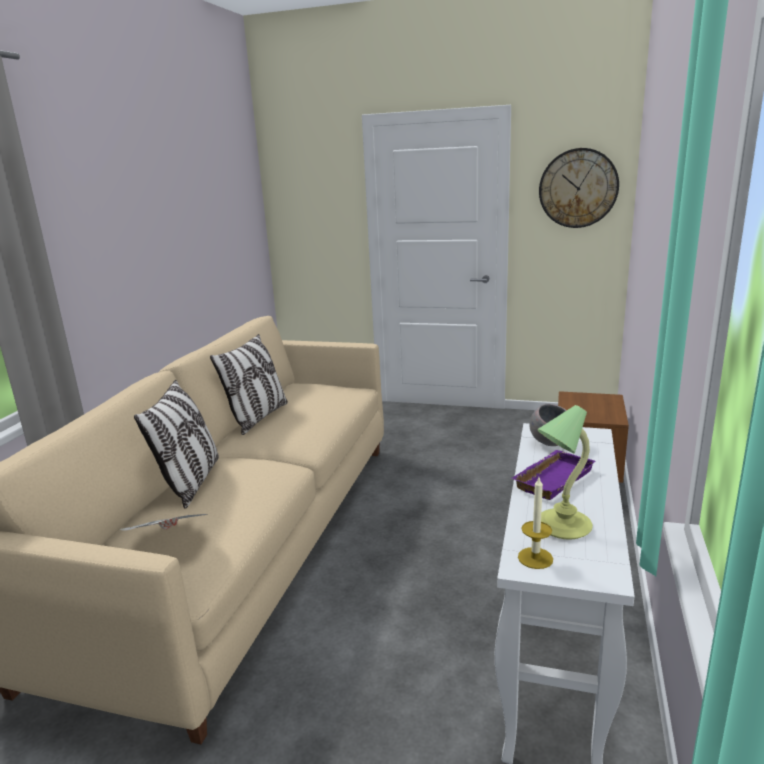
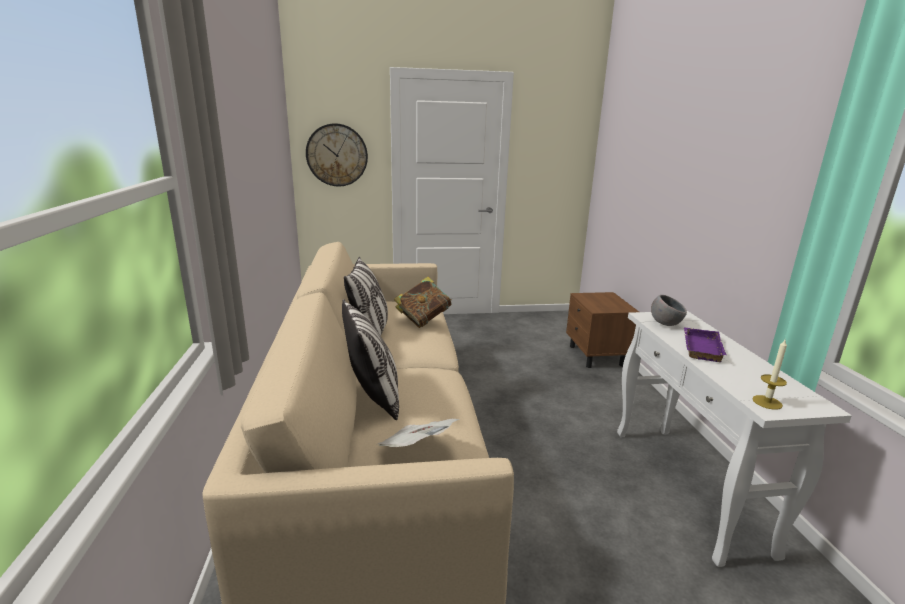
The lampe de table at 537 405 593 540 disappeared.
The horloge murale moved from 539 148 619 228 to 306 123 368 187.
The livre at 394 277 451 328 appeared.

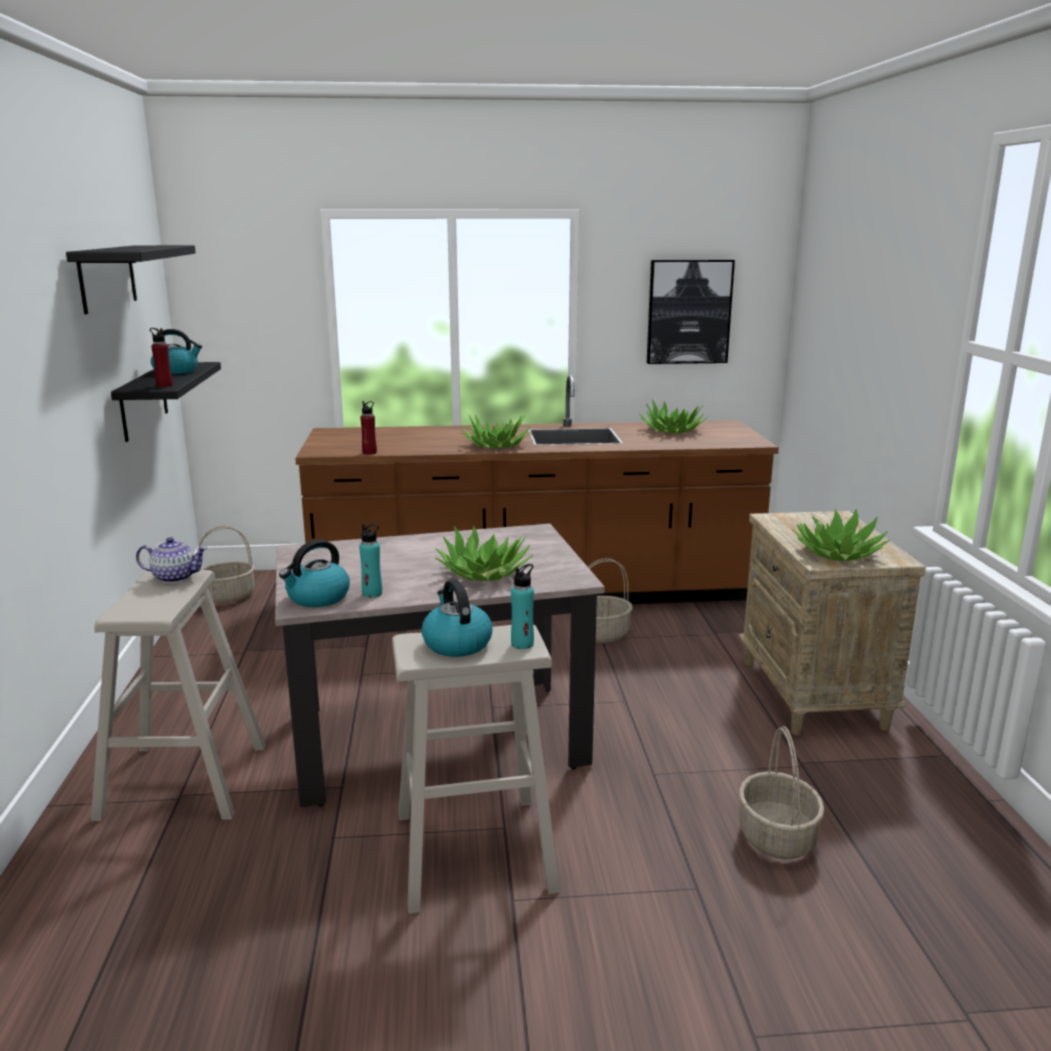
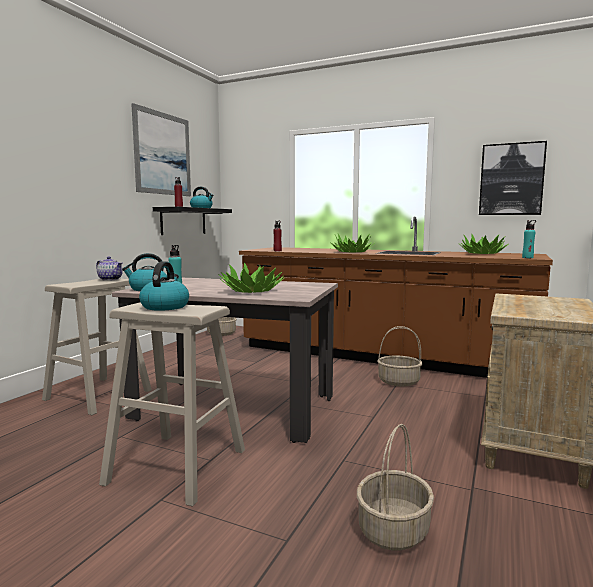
The étagère (noir) at 66 245 196 314 was replaced by the tableau at 131 103 191 196.
The bouteille (turquoise) moved from 511 564 534 649 to 522 220 536 258.
The plante en pot at 792 509 890 562 disappeared.

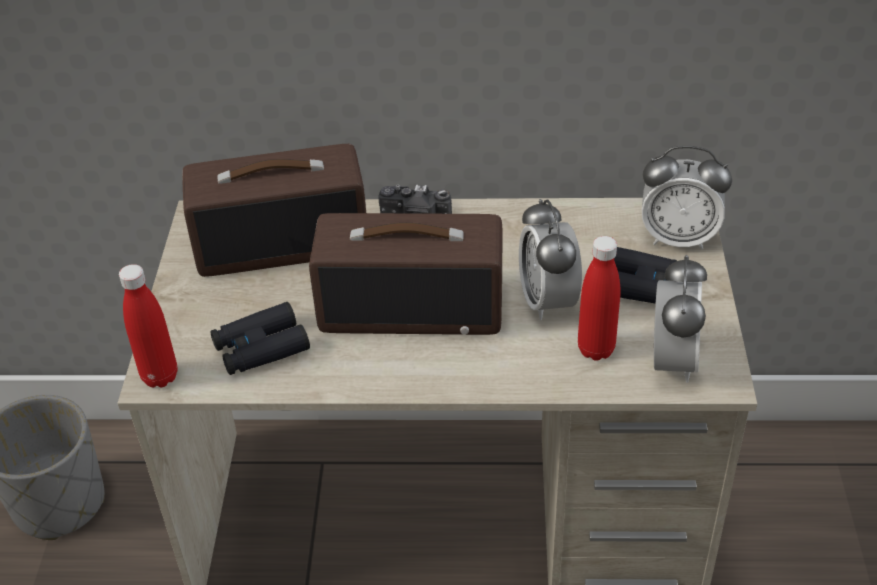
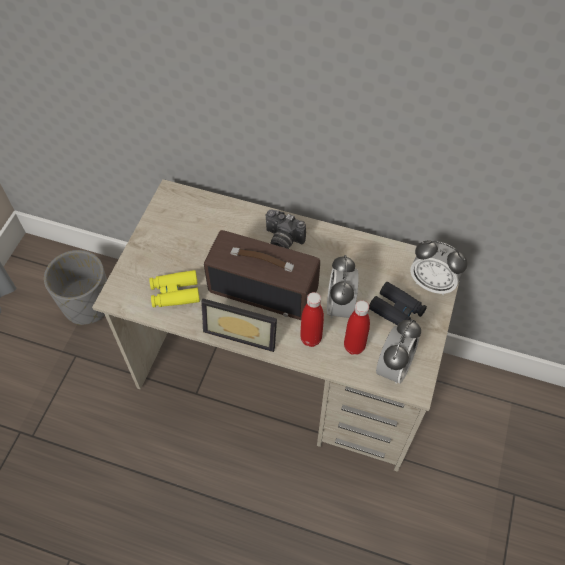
The bouteille (rouge) moved from 119 264 178 388 to 300 292 324 347.
The radio at 182 144 366 277 disappeared.
The jumelles (noir) at 210 302 310 375 became the jumelles (jaune) at 150 270 200 308.
The cadre photo at 201 298 277 352 appeared.

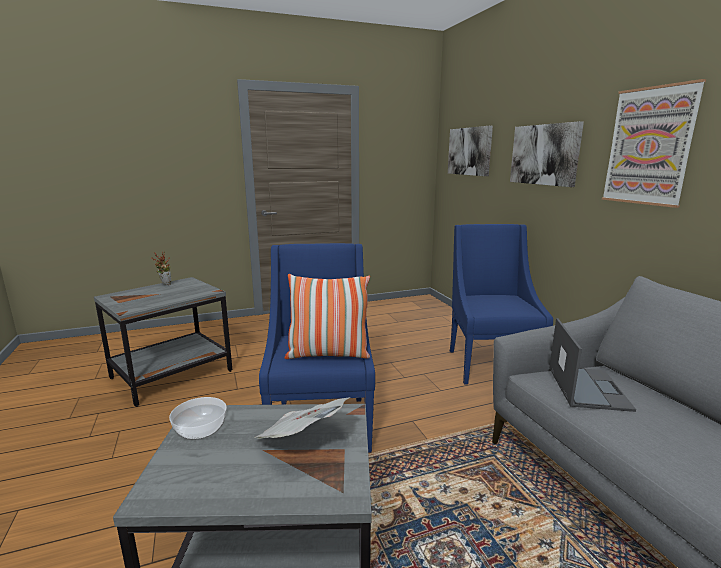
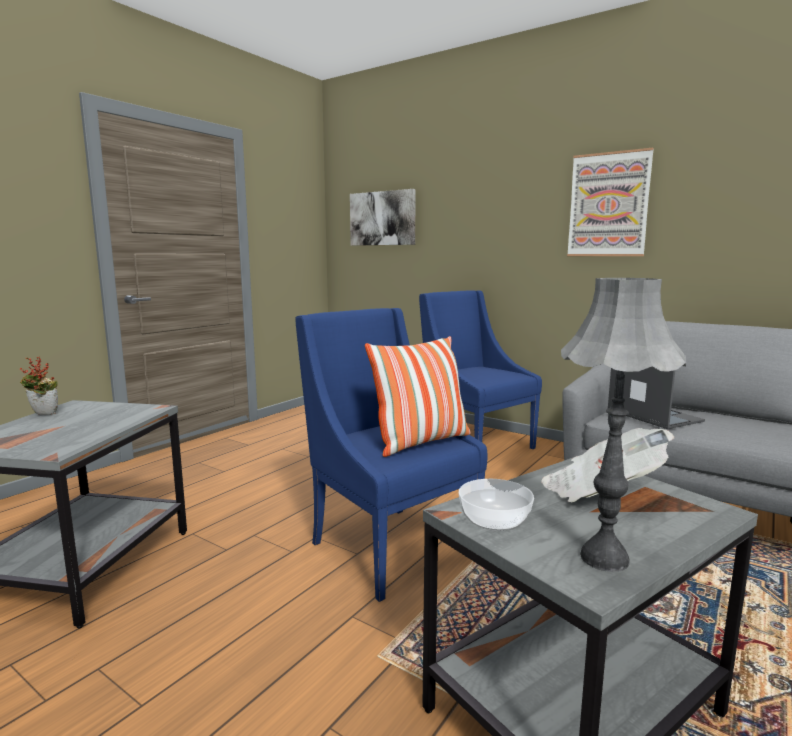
The tableau at 510 121 584 187 disappeared.
The lampe de table (gris) at 561 278 686 572 appeared.

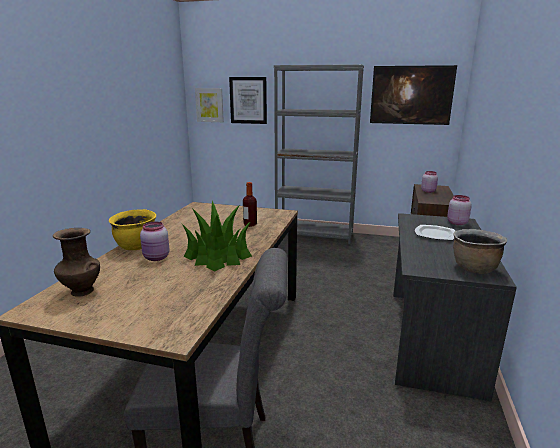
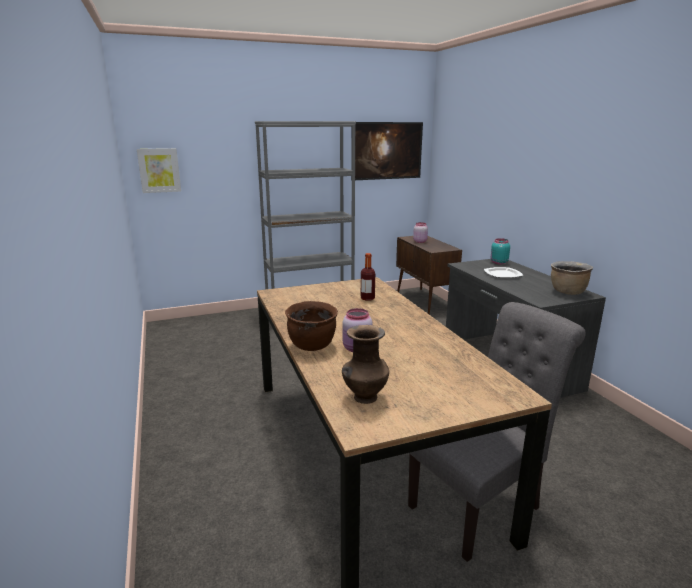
The marmite (jaune) at 109 209 156 250 became the marmite (marron) at 285 301 338 351.
The plante en pot at 182 201 252 272 disappeared.
The tableau at 229 77 267 124 disappeared.
The bocal (rose) at 447 195 472 225 became the bocal (turquoise) at 491 238 510 264.

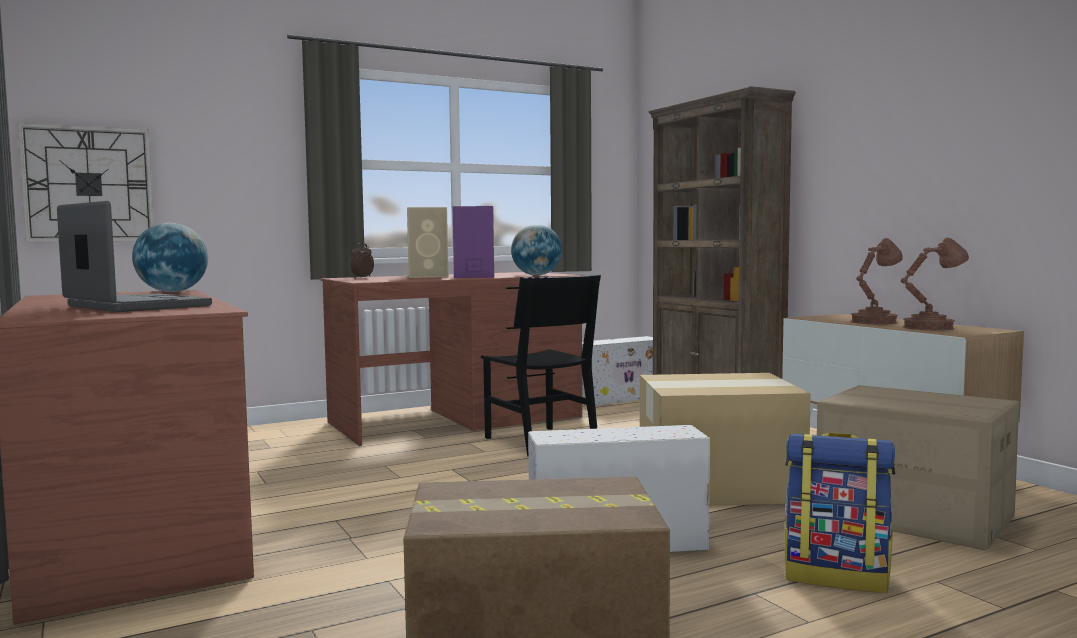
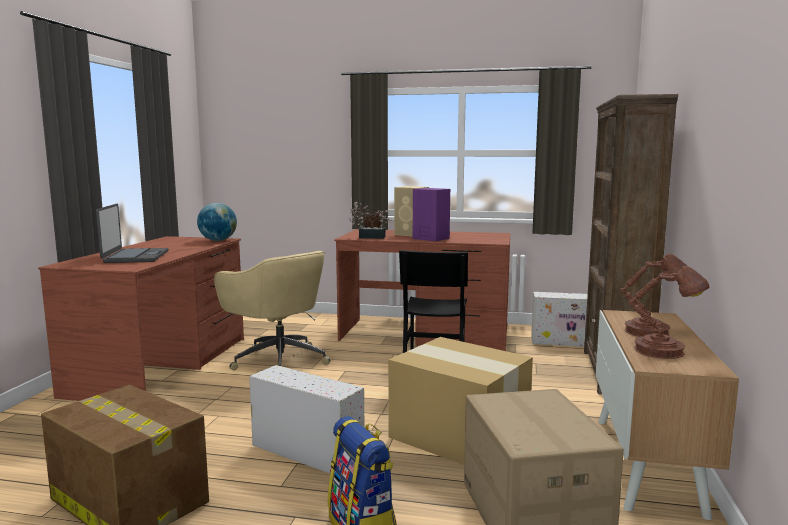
The horloge murale at 17 123 154 242 disappeared.
The globe at 511 224 562 275 disappeared.
The chaise de bureau (beige) at 214 251 331 371 appeared.
The plante en pot at 349 201 392 239 appeared.

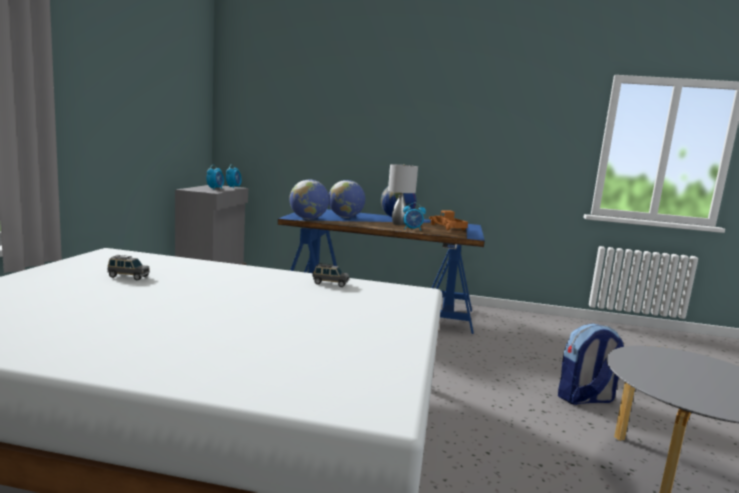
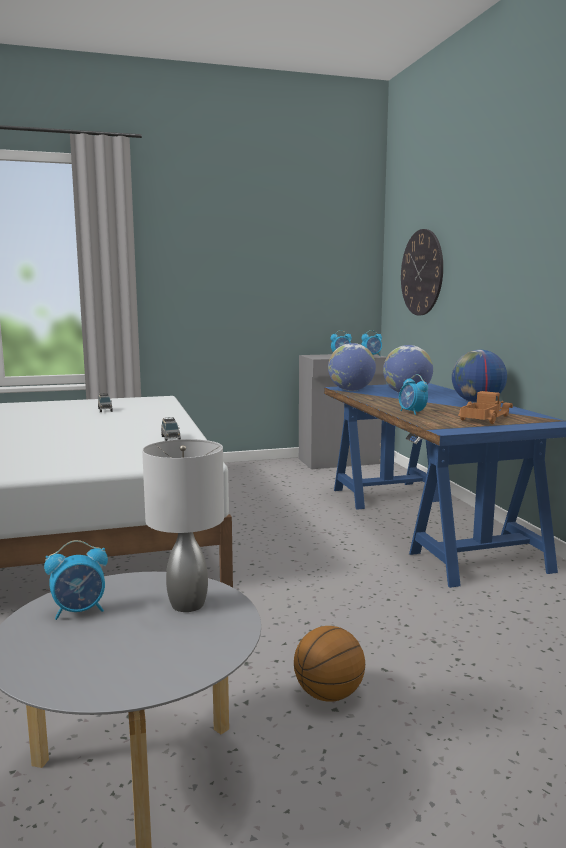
The lampe de table (gris) moved from 388 164 418 225 to 142 439 224 612.
The sac à dos at 558 323 624 405 was replaced by the ballon de basket at 294 626 365 702.
The réveil at 44 540 108 620 appeared.
The horloge murale at 401 229 443 315 appeared.

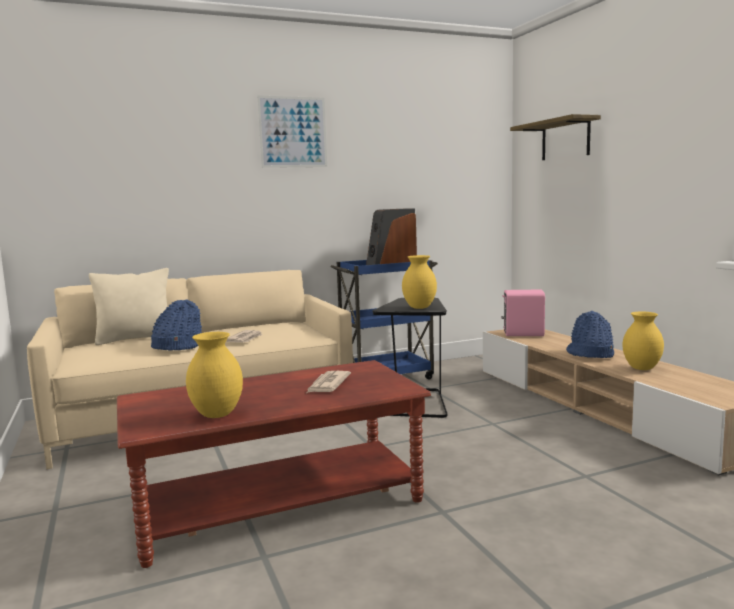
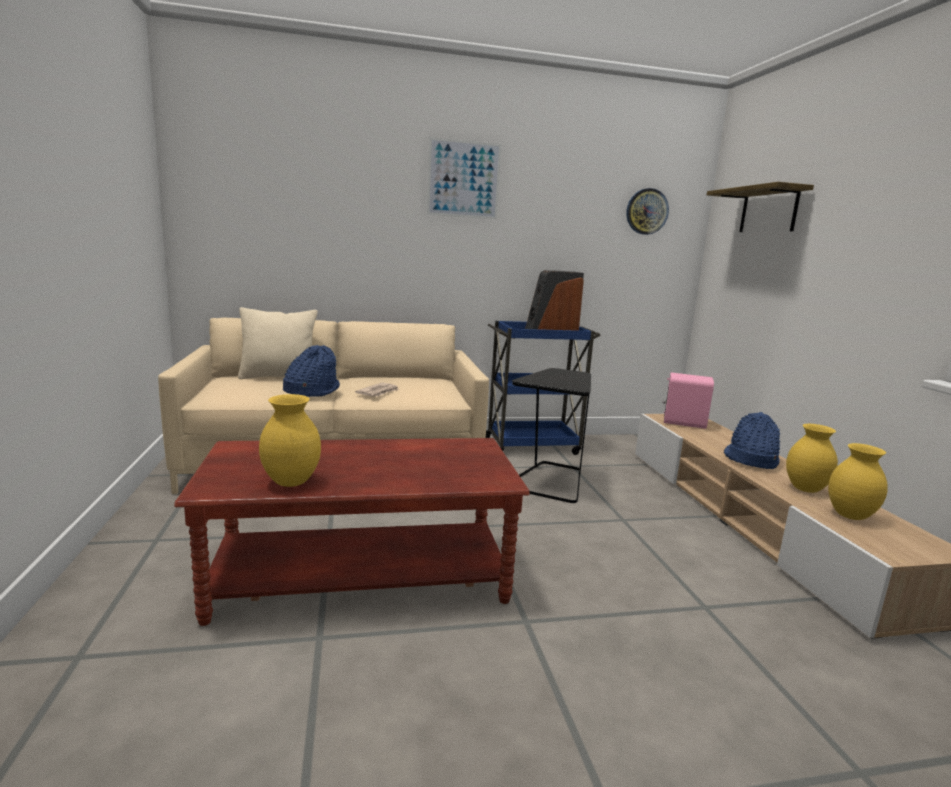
The journal at 307 371 351 393 disappeared.
The vase (jaune) moved from 402 255 437 309 to 828 443 888 520.
The horloge murale at 626 188 669 235 appeared.

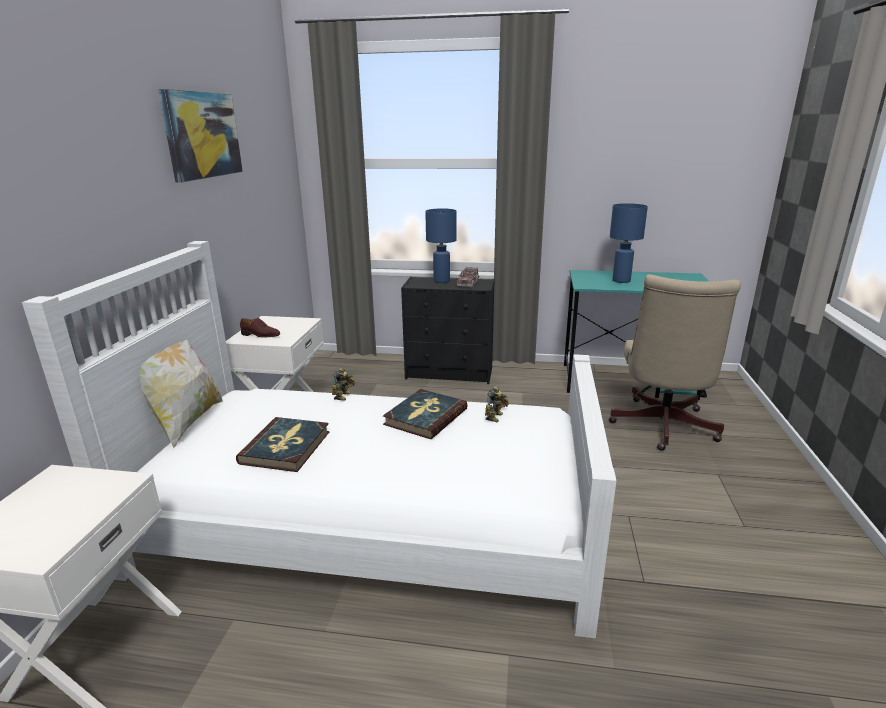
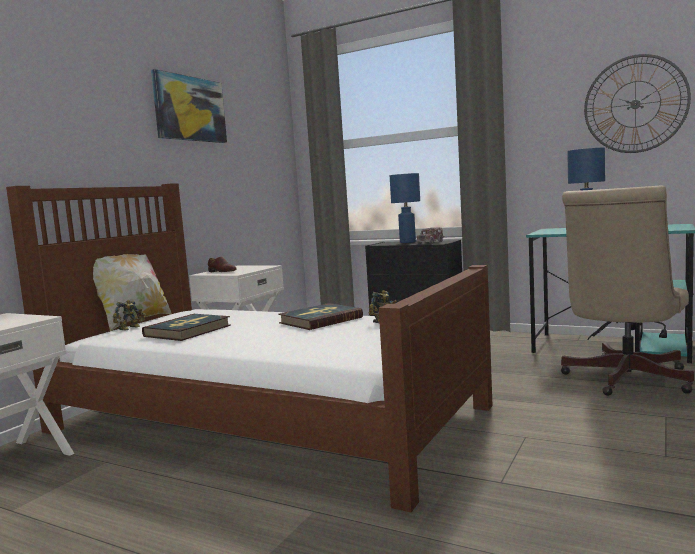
The lit (blanc) at 22 241 616 638 became the lit (marron) at 6 183 493 512.
The robot jouet moved from 332 367 356 401 to 113 300 146 330.
The horloge murale at 584 54 691 153 appeared.

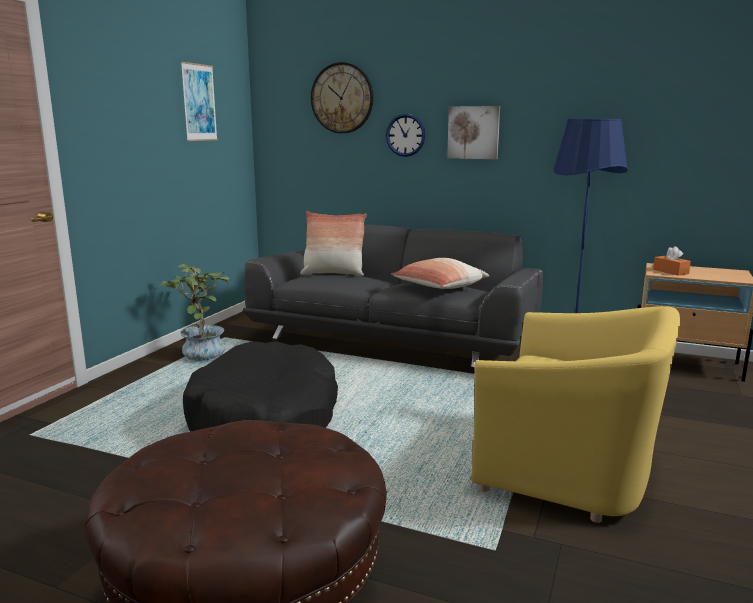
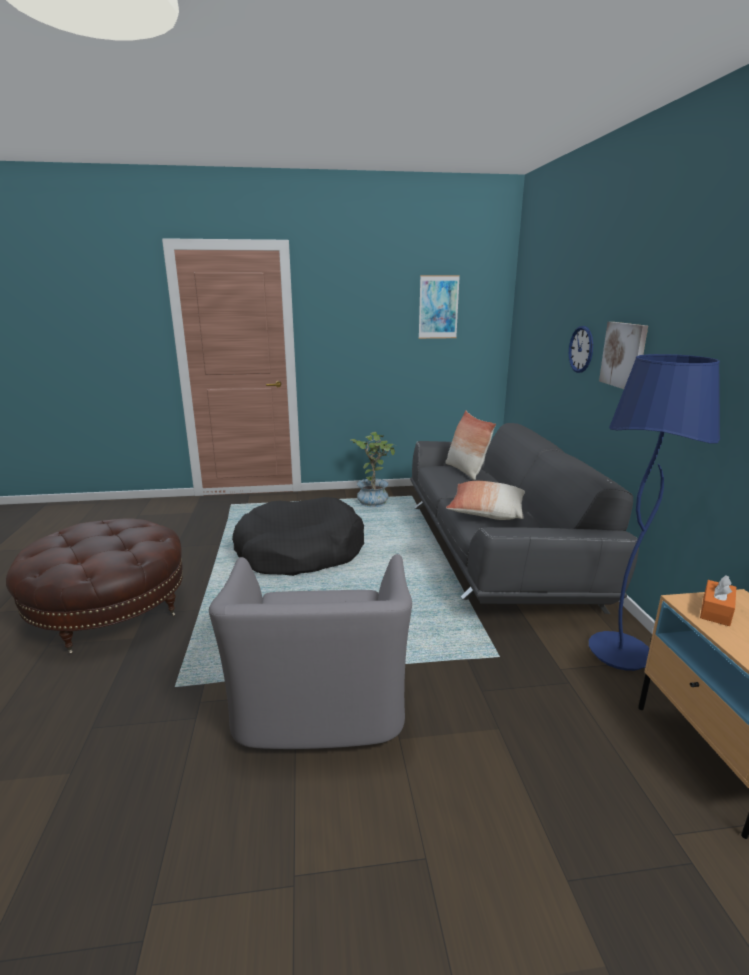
The horloge murale at 311 62 374 133 disappeared.
The fauteuil (jaune) at 471 306 680 523 became the fauteuil (gris) at 209 554 412 749.

